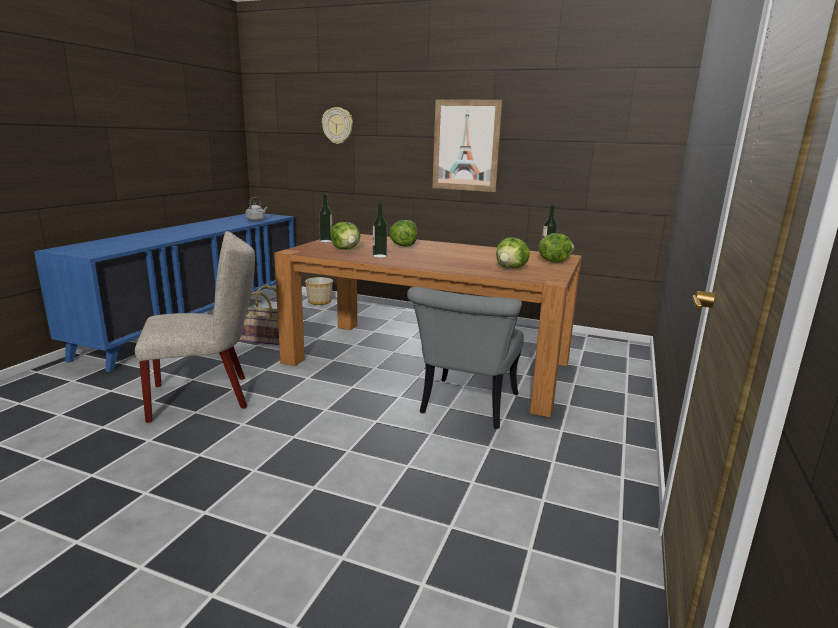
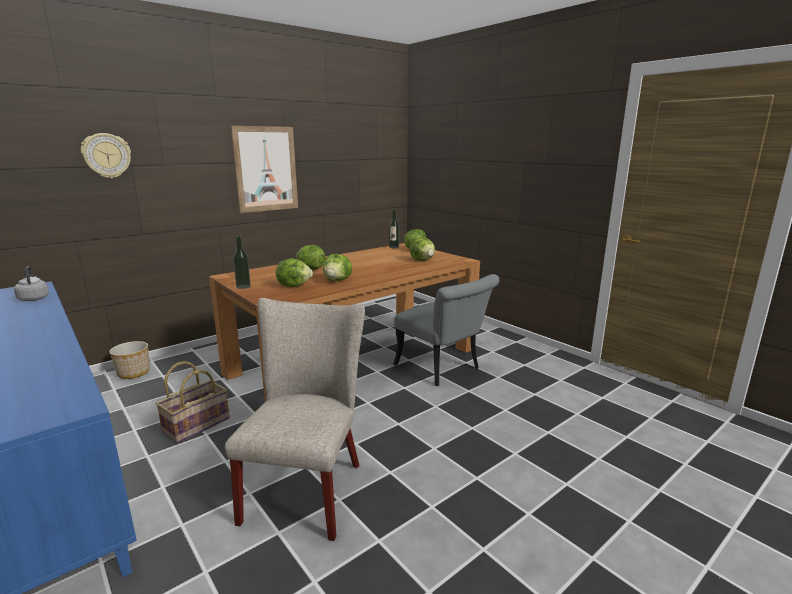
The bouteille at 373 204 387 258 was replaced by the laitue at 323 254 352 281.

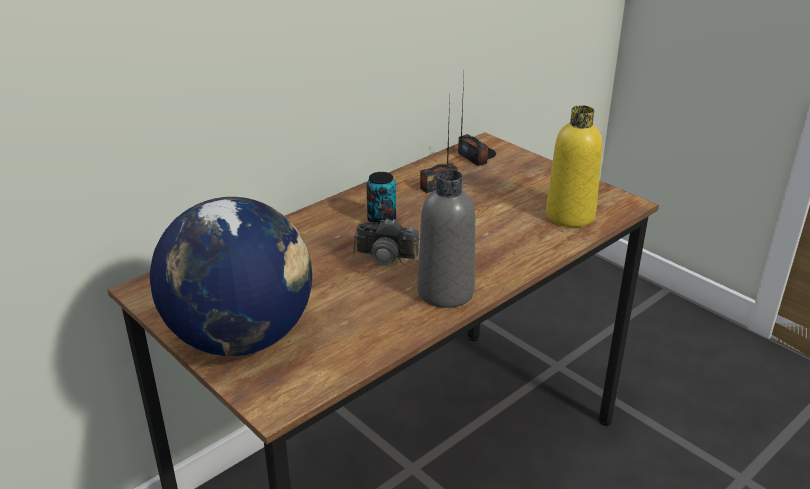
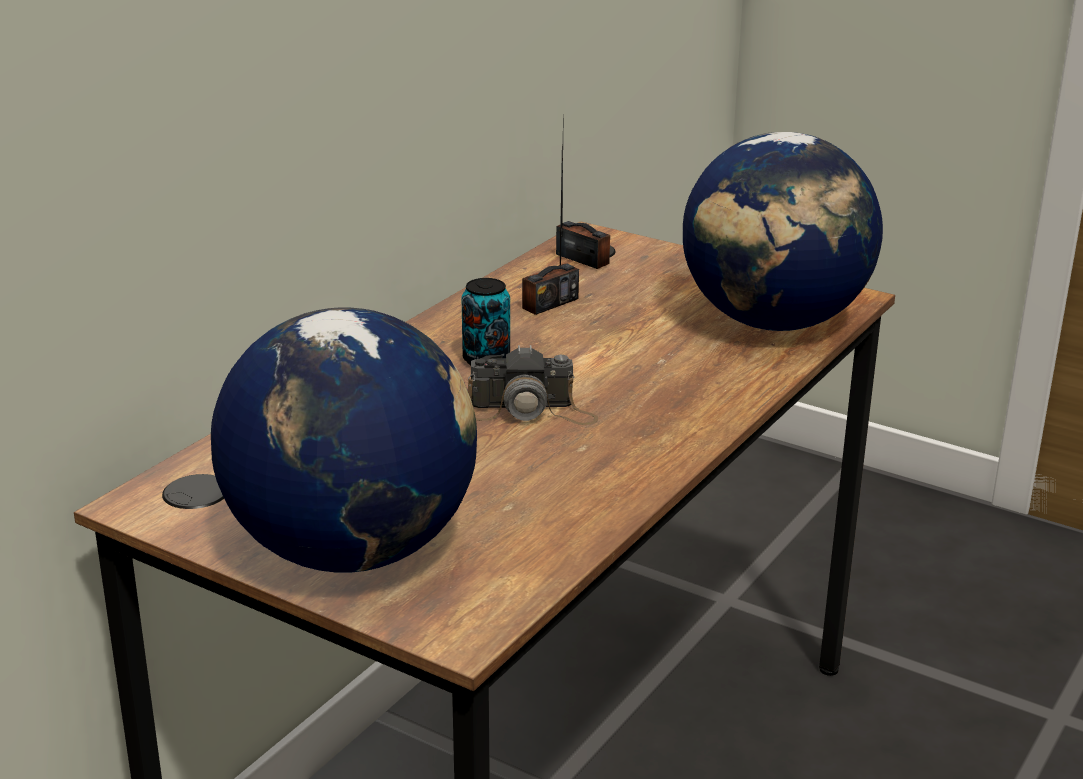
The bouteille (gris) at 417 170 475 308 disappeared.
The bouteille (jaune) at 546 105 602 227 was replaced by the globe at 683 132 883 331.

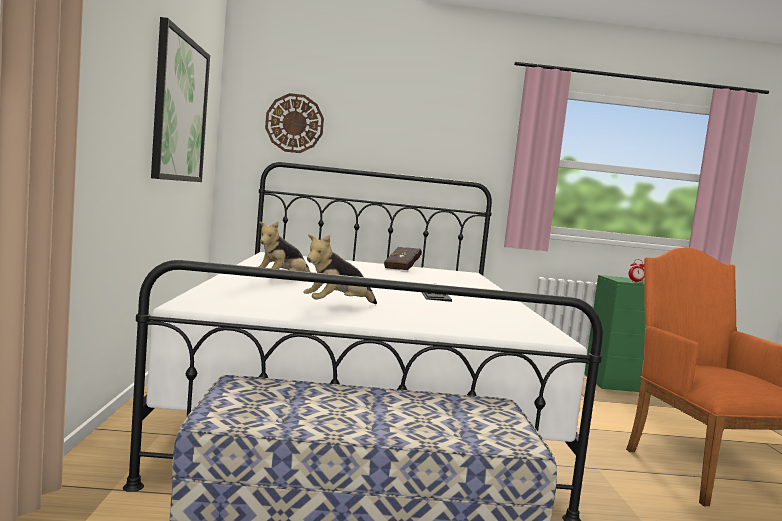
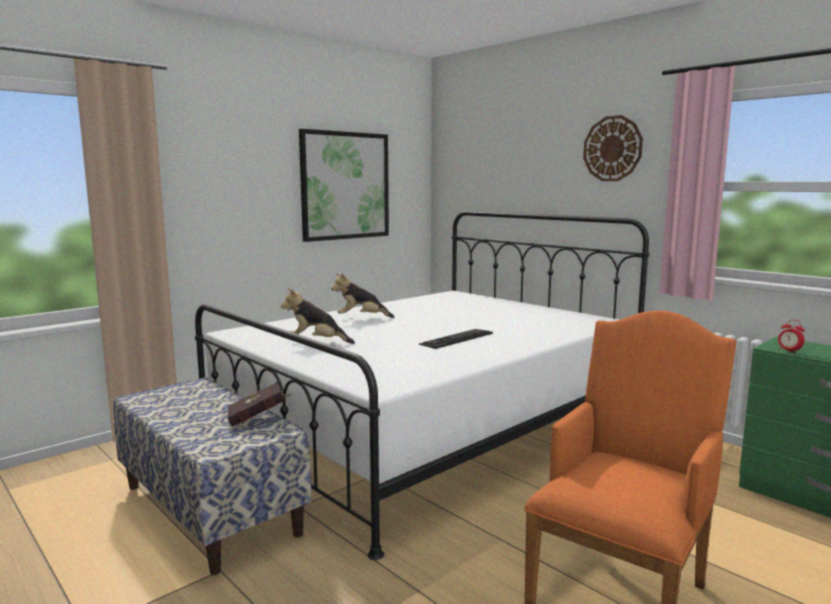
The horloge murale moved from 265 93 324 153 to 583 115 643 181.
The livre (rouge) moved from 384 247 422 270 to 227 382 293 427.

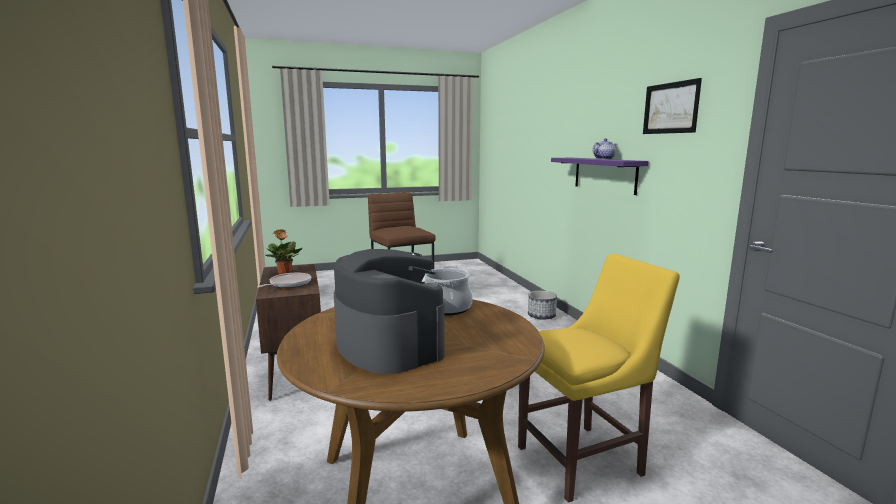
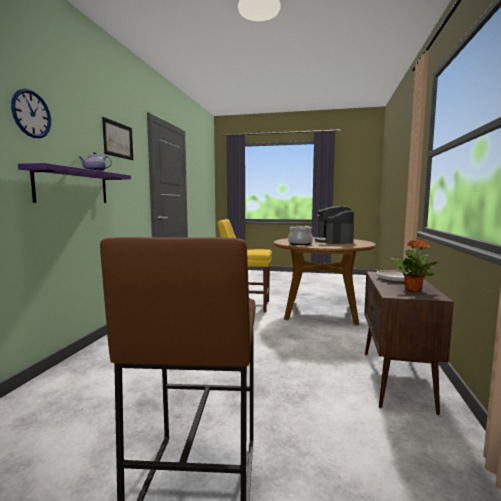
The cache-pot at 528 291 557 320 disappeared.
The horloge murale at 11 88 51 138 appeared.

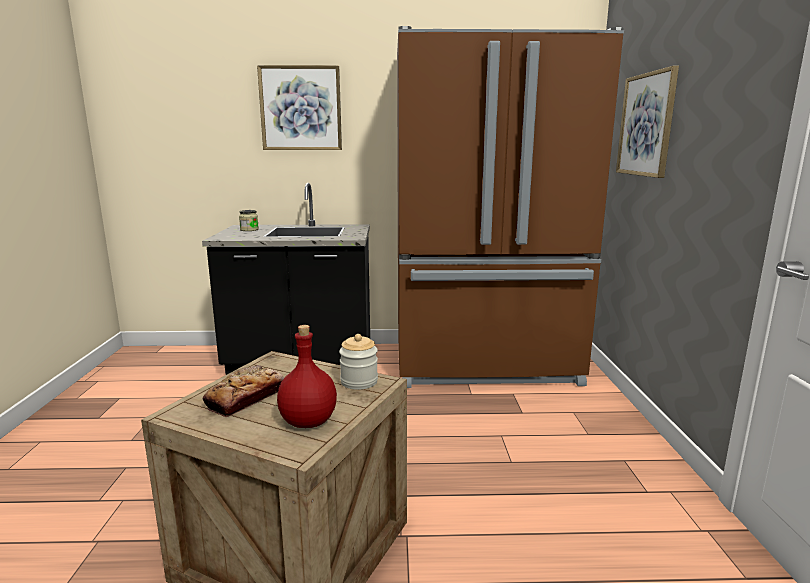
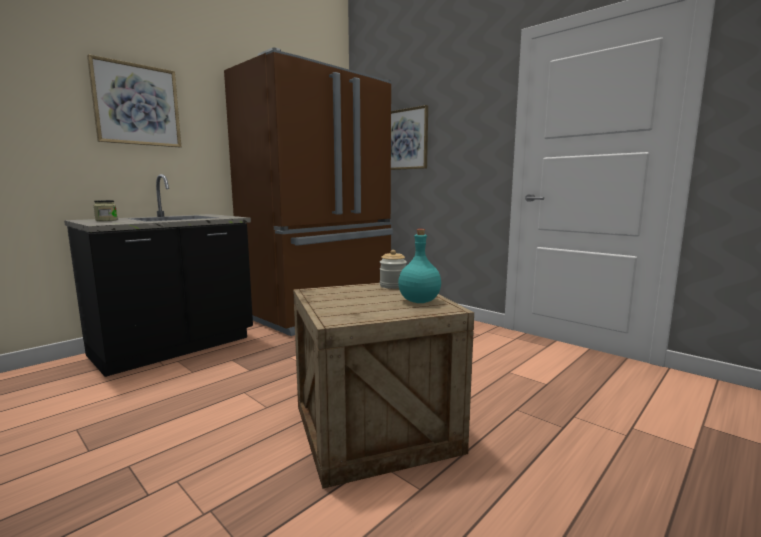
The pain at 203 365 284 417 disappeared.
The bouteille (rouge) at 277 325 337 428 became the bouteille (turquoise) at 398 229 441 303.

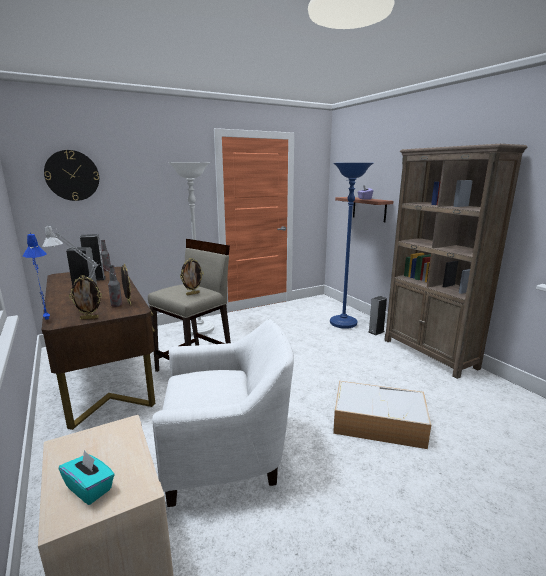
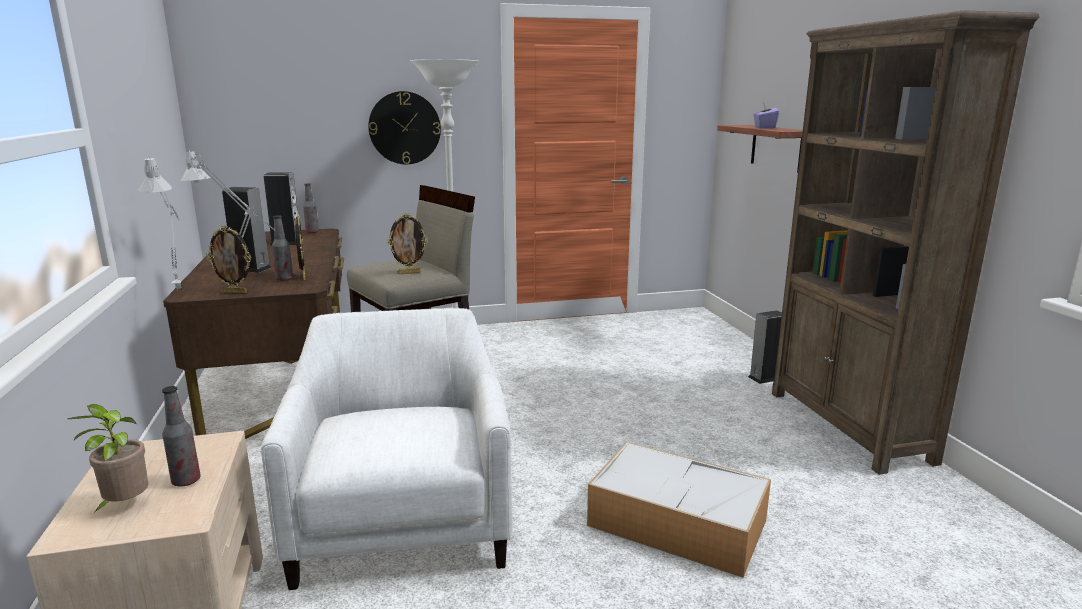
The lampe de table (bleu) at 23 233 50 320 became the lampe de table (gris) at 138 157 181 289.
The horloge murale moved from 44 150 99 201 to 368 91 441 164.
The boîte à mouchoirs (turquoise) at 59 450 115 505 was replaced by the plante en pot at 68 404 148 513.
The fauteuil (blanc) at 152 319 294 507 turned 105 degrees counterclockwise.
The lampadaire (bleu) at 330 163 374 329 disappeared.
The bouteille at 162 386 200 487 appeared.

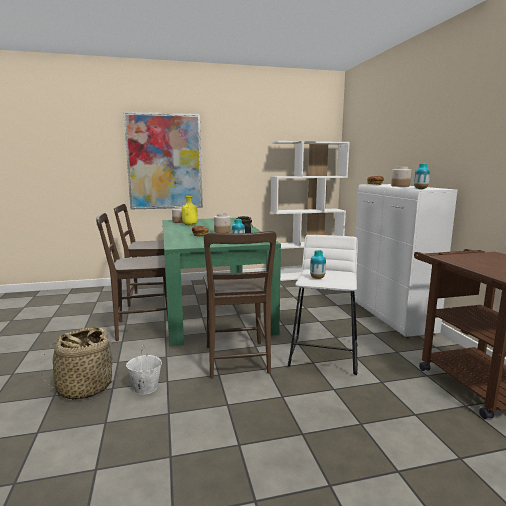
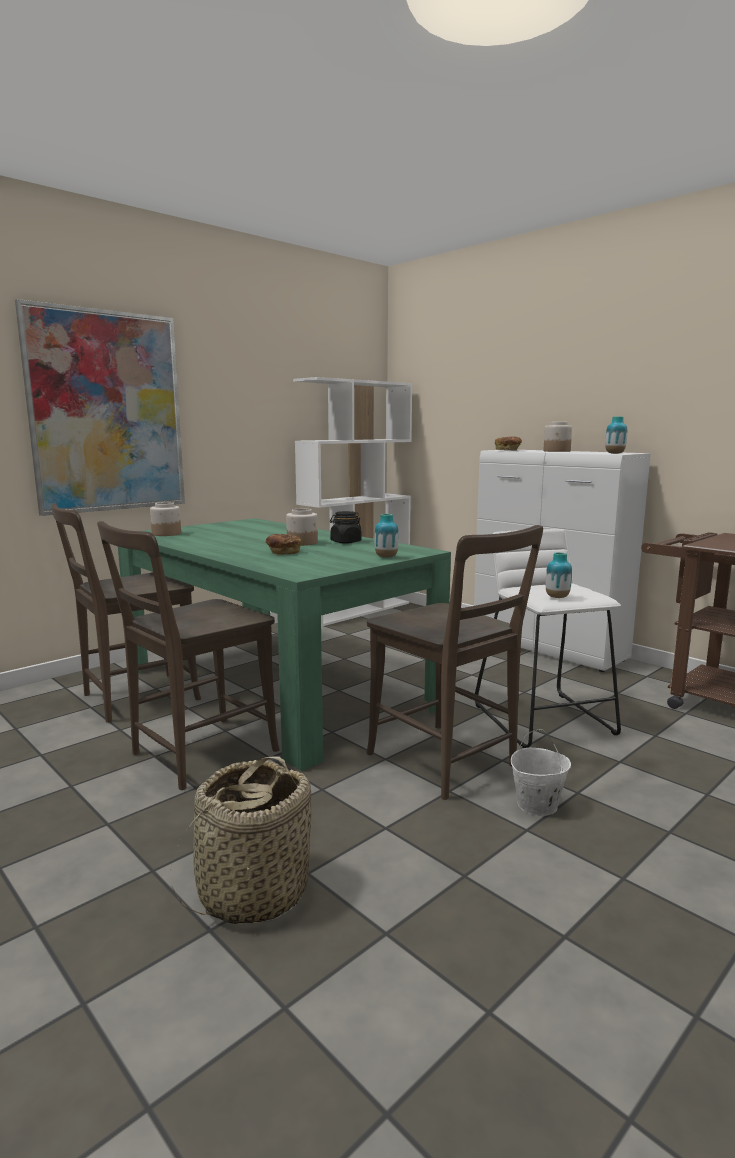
The seau (blanc) moved from 126 345 162 395 to 510 729 571 816.
The bouteille (jaune) at 182 196 198 225 disappeared.

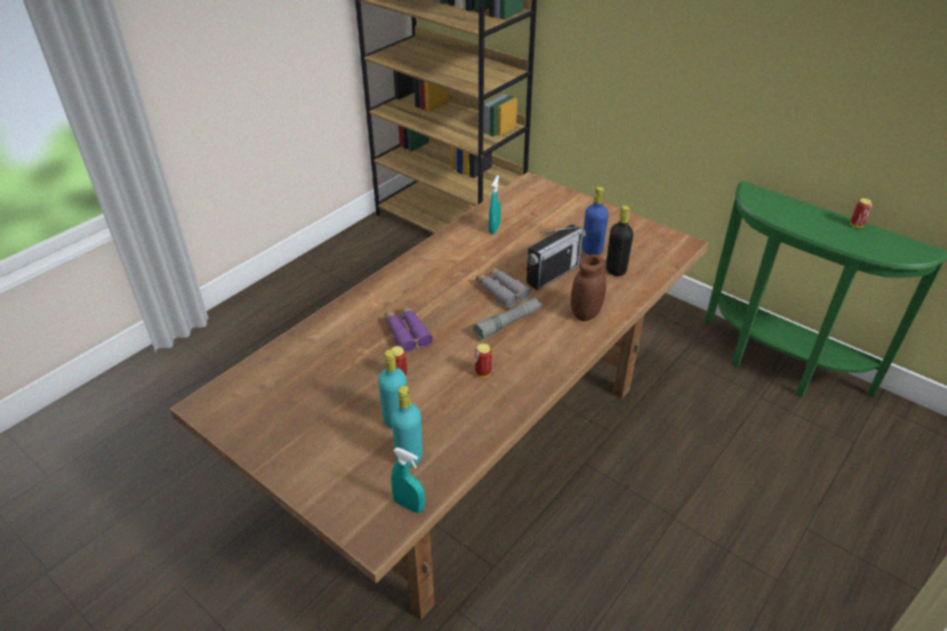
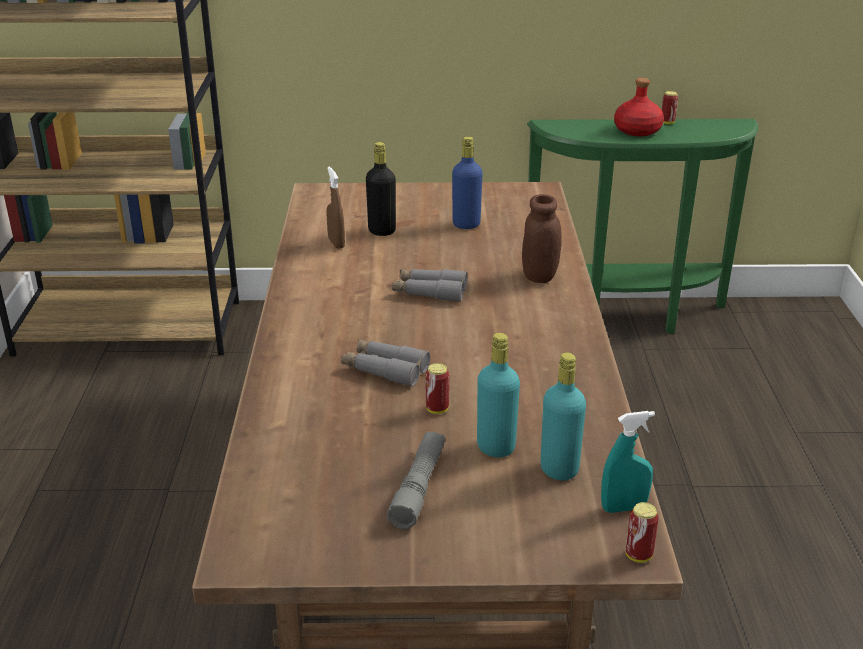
The jumelles (violet) at 384 305 433 353 became the jumelles (gris) at 341 339 430 387.
The lampe de poche (gris) moved from 473 298 542 340 to 387 432 445 529.
The boîte métallique moved from 475 344 492 377 to 626 502 659 563.
The vaporisateur (turquoise) at 489 175 501 234 became the vaporisateur (marron) at 327 167 345 249.
The radio at 526 225 586 291 disappeared.
The bouteille (noir) moved from 606 205 634 276 to 366 142 396 236.
The bouteille (rouge) at 614 78 664 136 appeared.

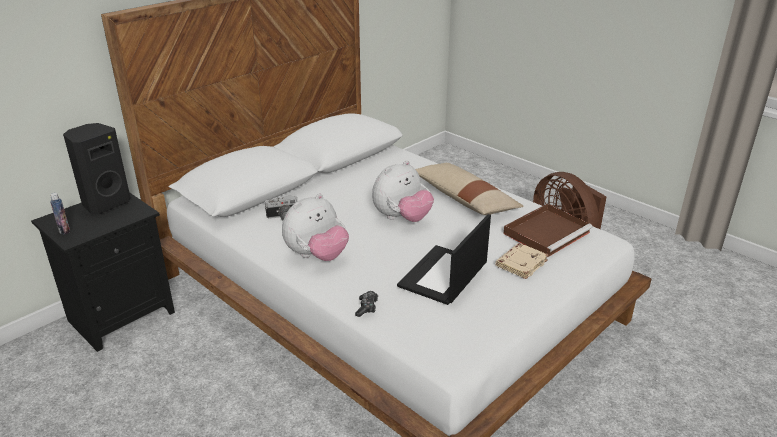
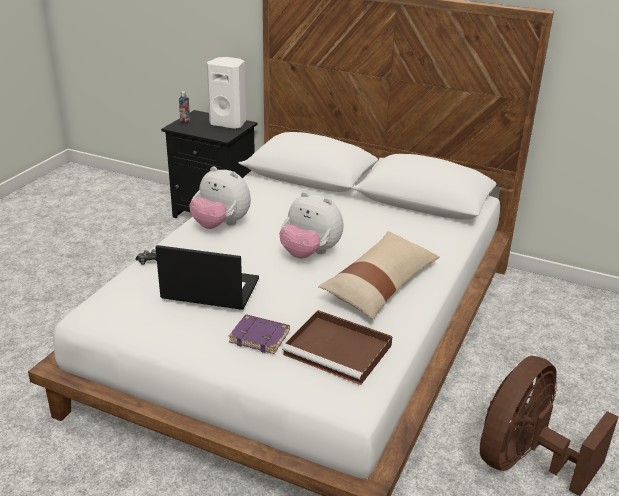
The enceinte (noir) at 63 123 131 214 became the enceinte (blanc) at 206 57 246 129.
The appareil photo at 265 195 297 220 disappeared.
The livre (beige) at 495 243 548 279 became the livre (violet) at 228 314 290 354.

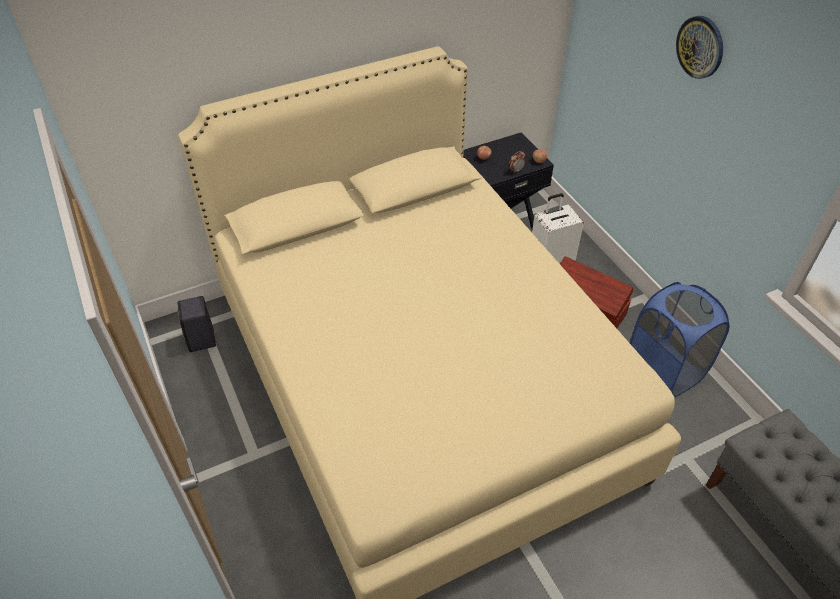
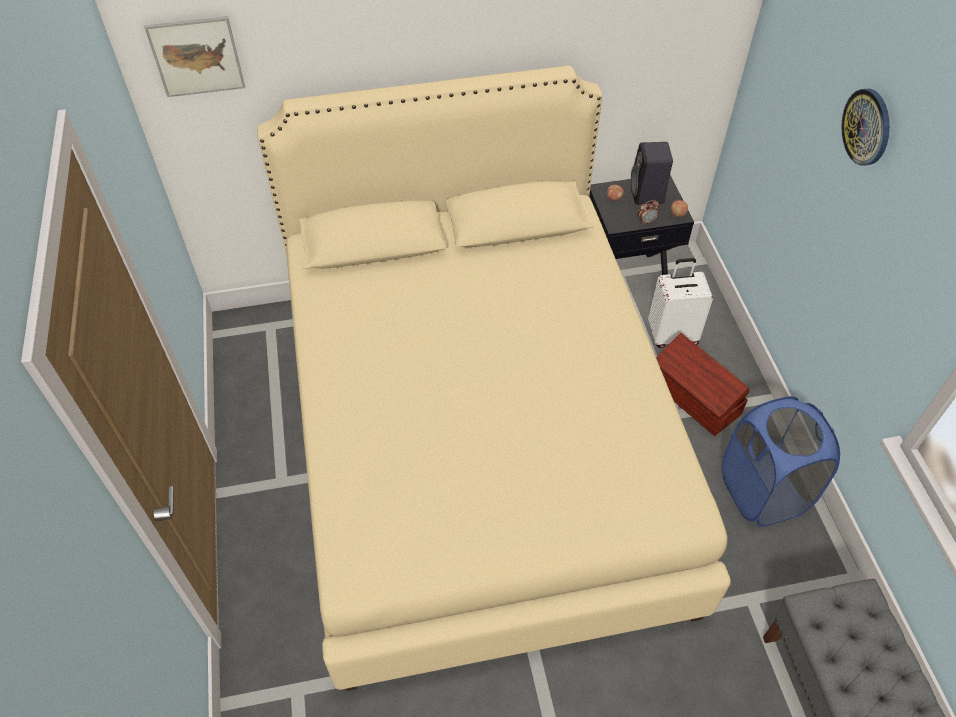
The enceinte (noir) moved from 178 296 216 352 to 631 142 673 205.
The tableau at 144 16 245 97 appeared.

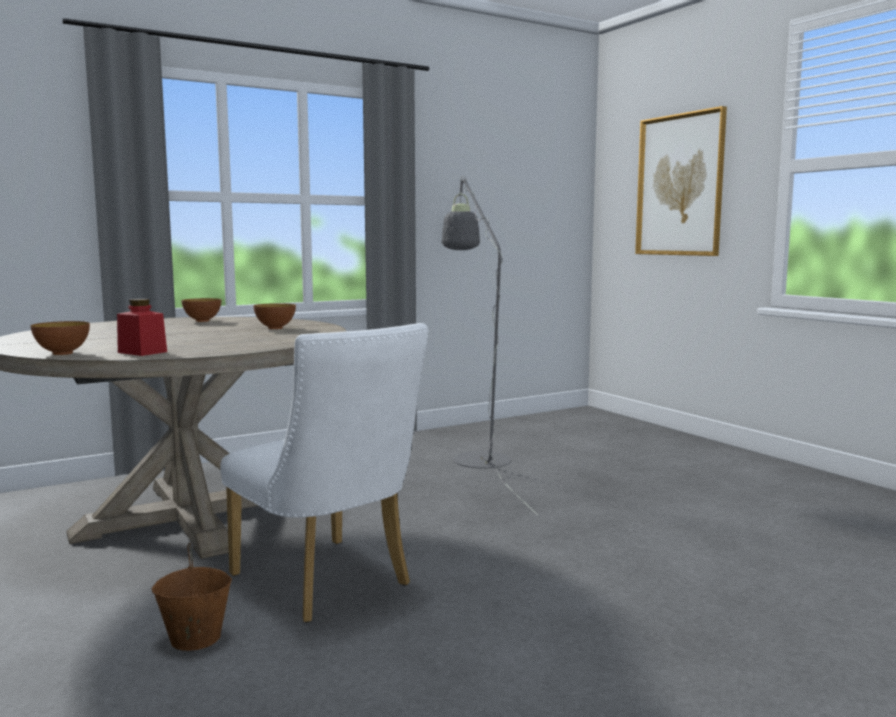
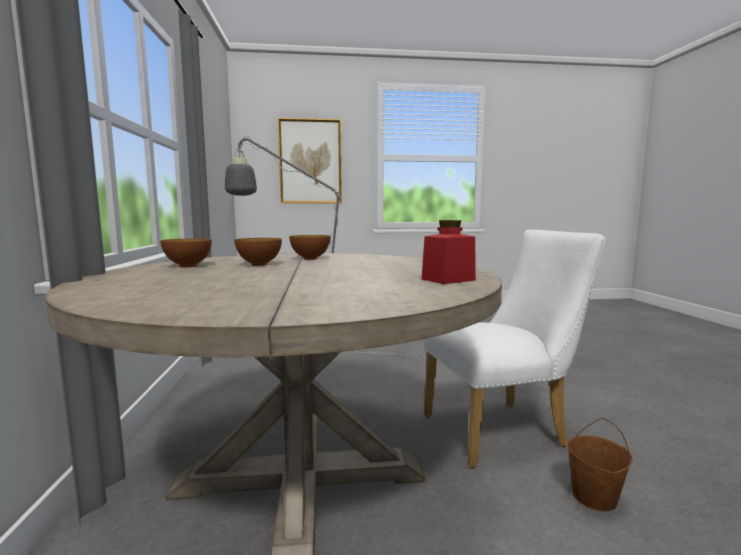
The bol moved from 31 321 90 355 to 234 238 282 266.

